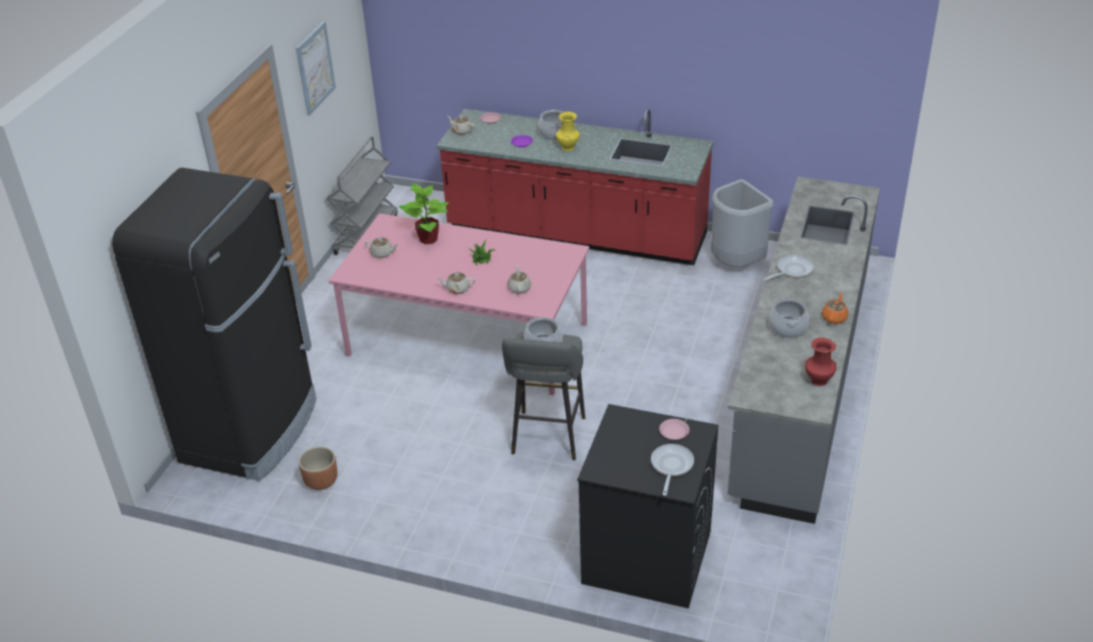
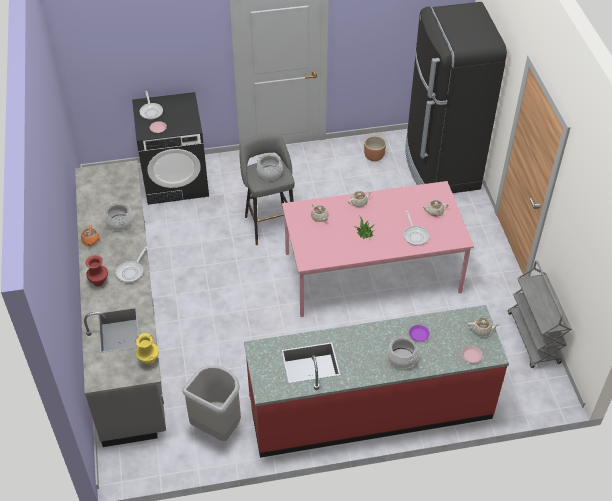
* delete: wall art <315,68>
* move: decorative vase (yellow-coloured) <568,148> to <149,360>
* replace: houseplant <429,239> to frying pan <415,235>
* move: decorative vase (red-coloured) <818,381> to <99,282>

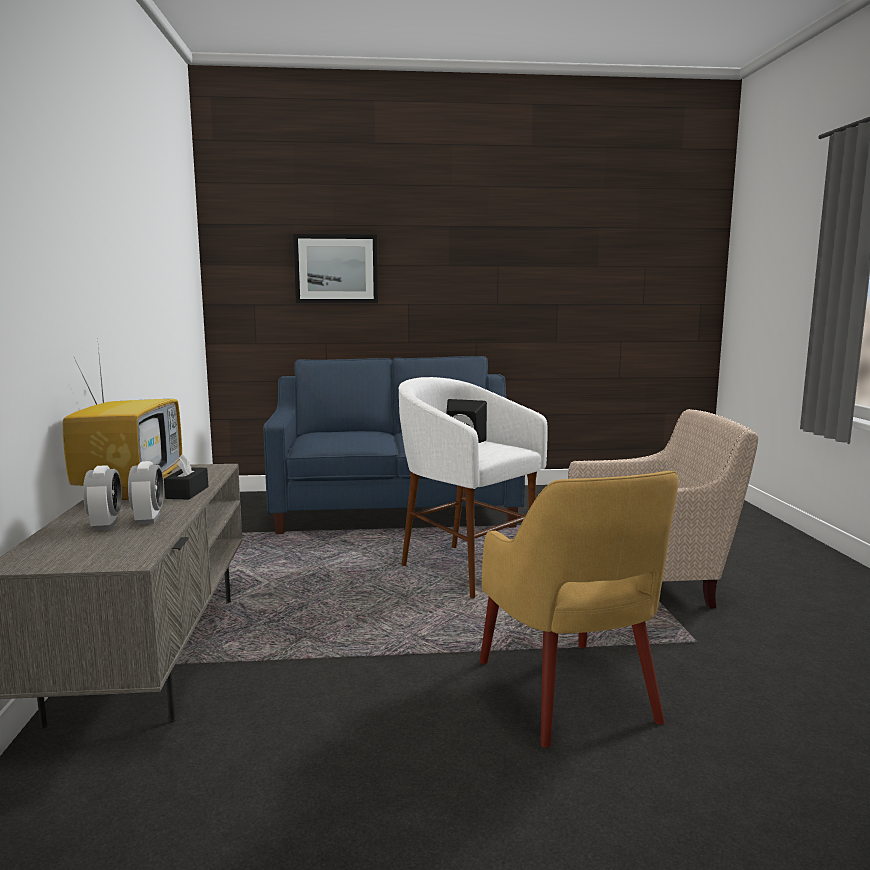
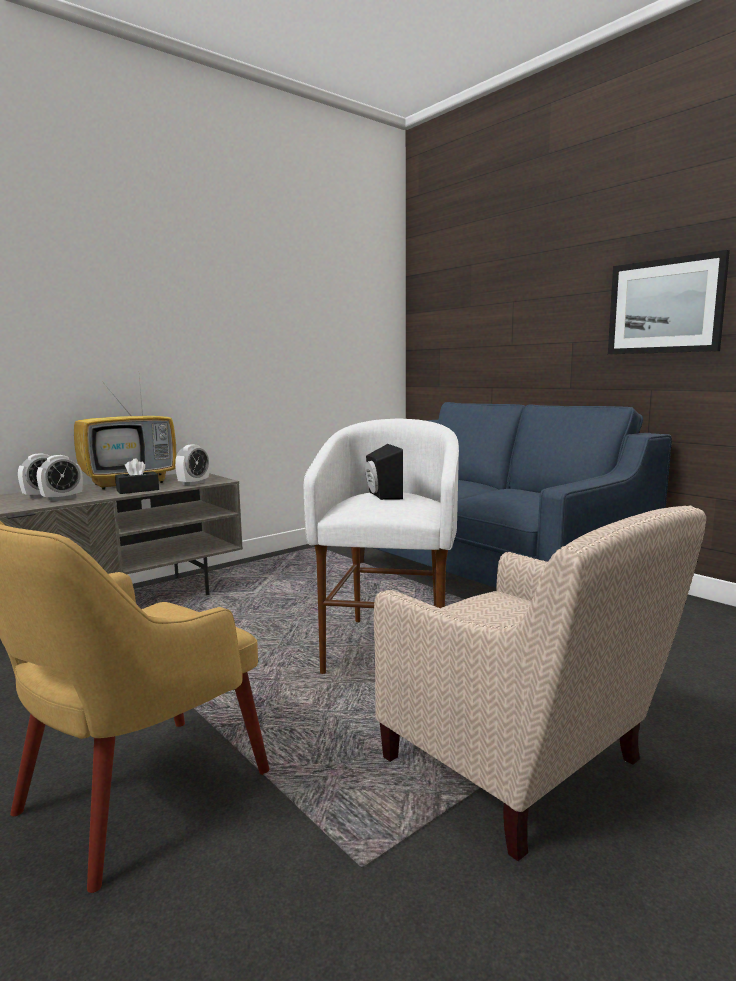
* move: wall art <336,269> to <665,306>
* insert: alarm clock <193,483>

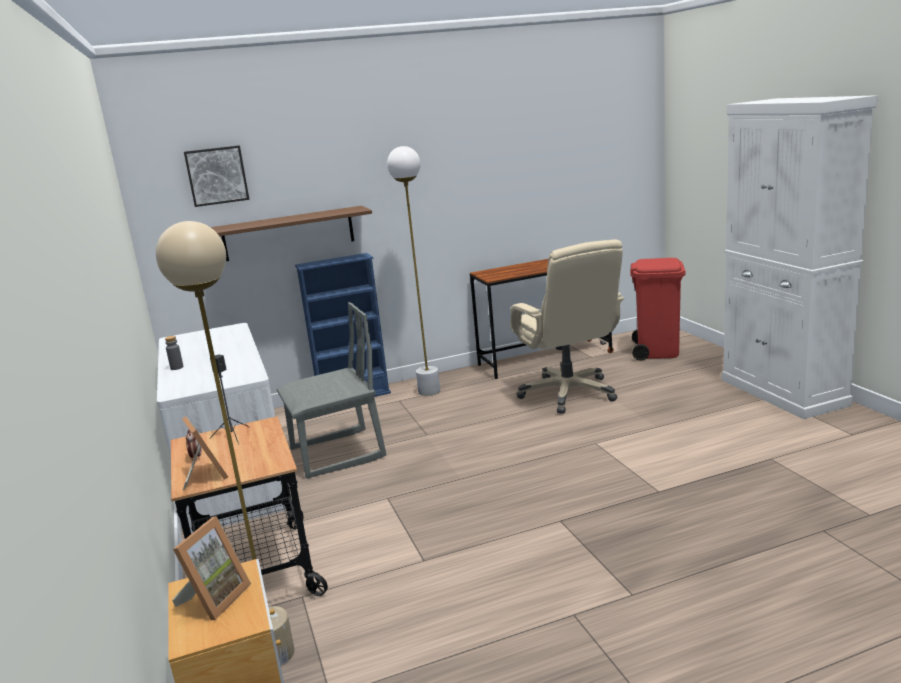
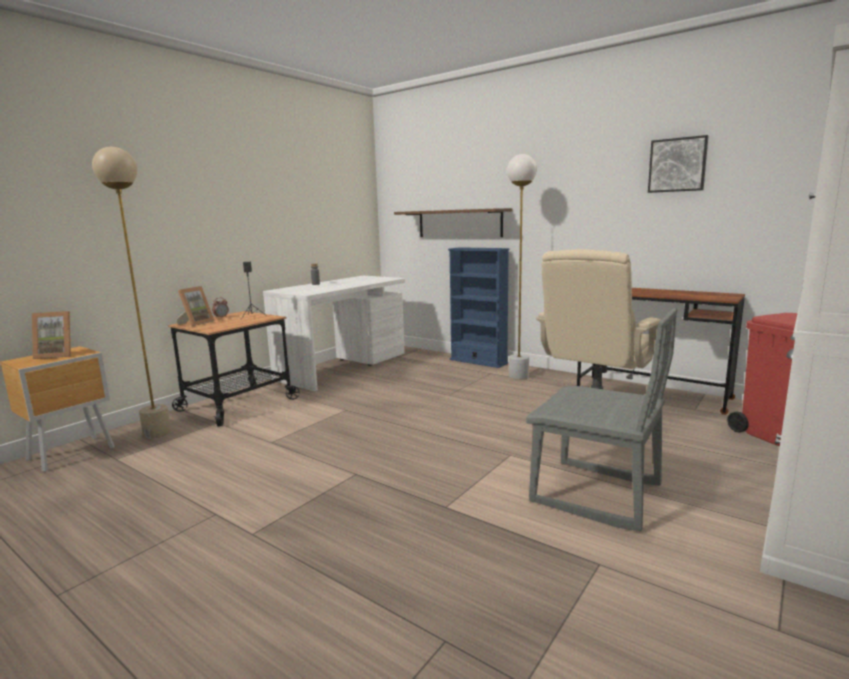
* move: wall art <216,175> to <677,165>
* move: plain chair (grey) <337,454> to <595,495>

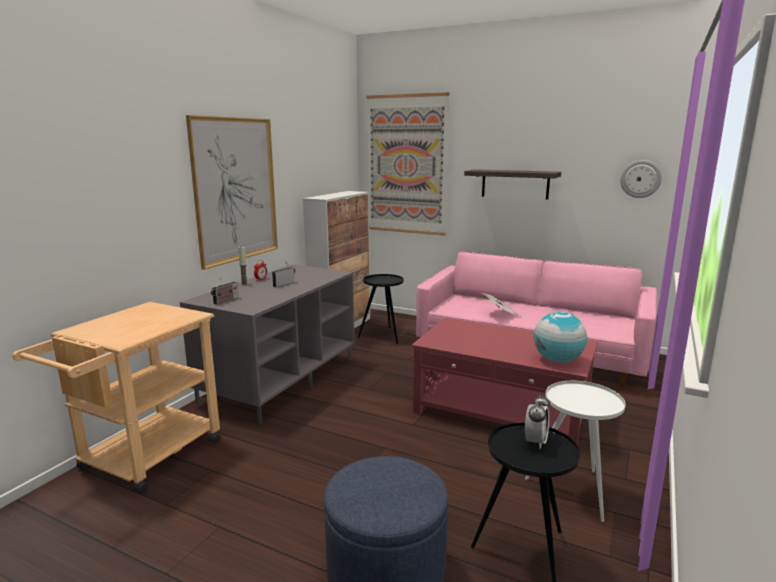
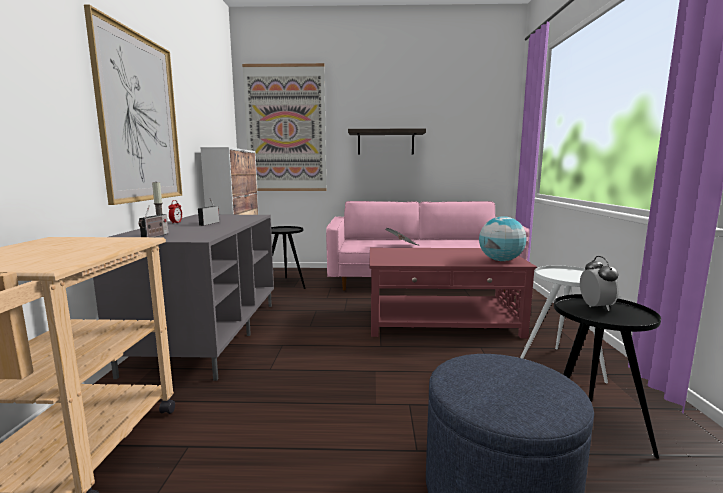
* delete: clock on the wall <640,179>

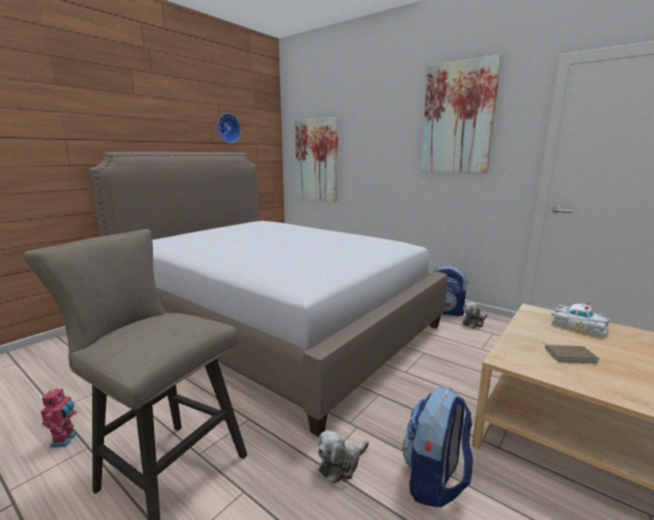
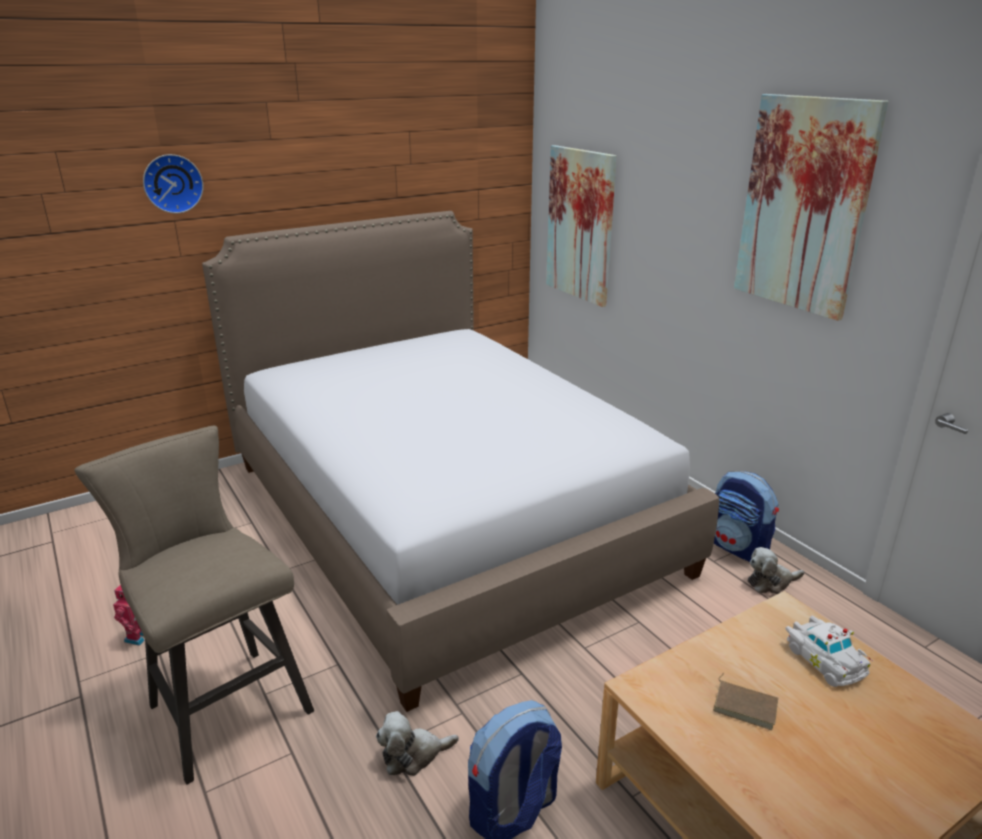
* move: clock on the wall <227,128> to <172,183>

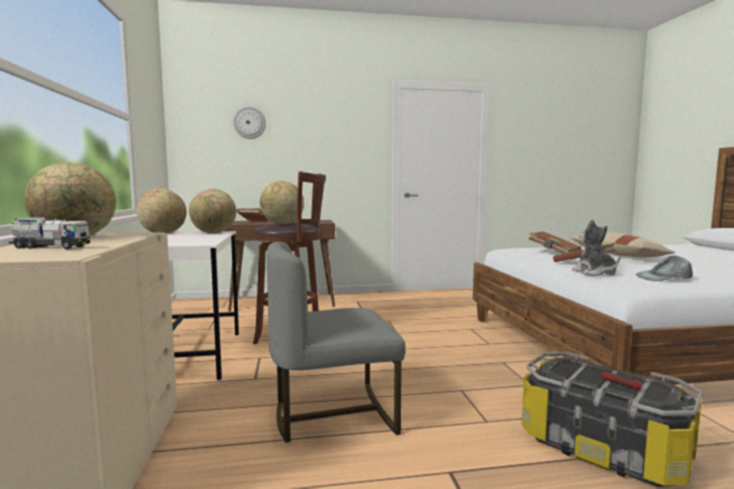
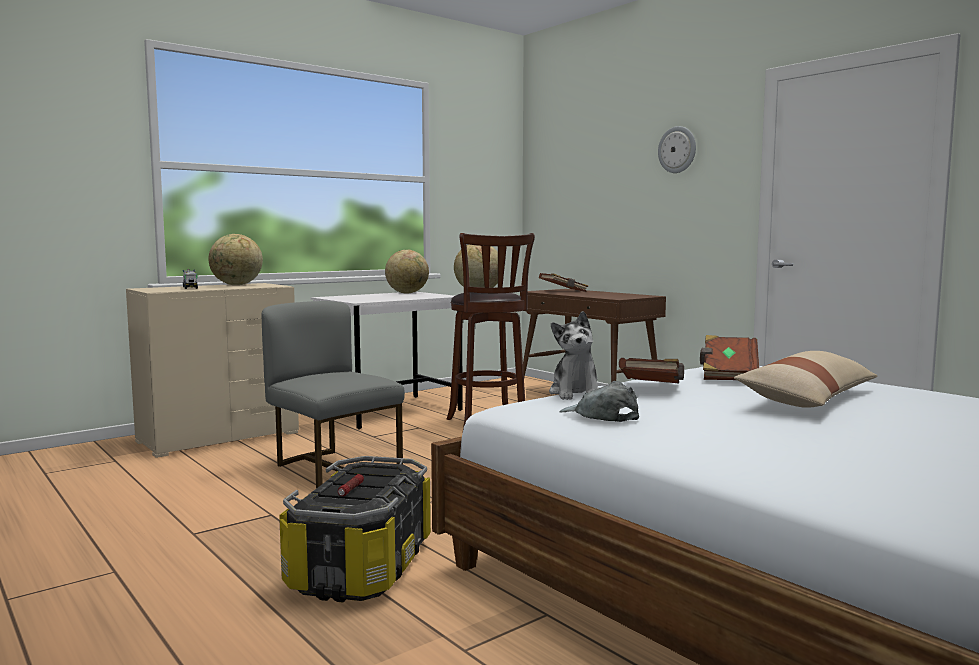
* move: clock on the wall <249,122> to <677,149>
* delete: world globe <214,233>
* rotate: plush toy <594,273> = <575,393> 135 degrees clockwise

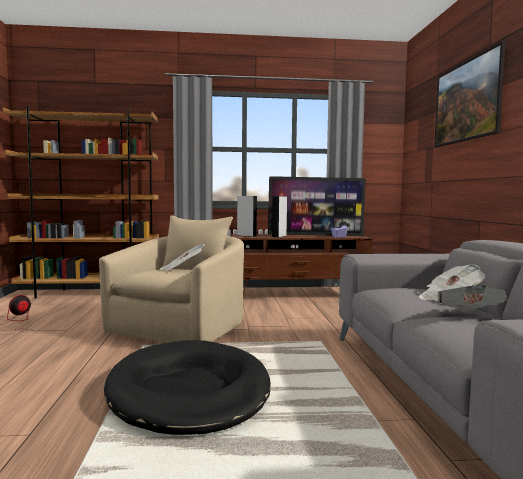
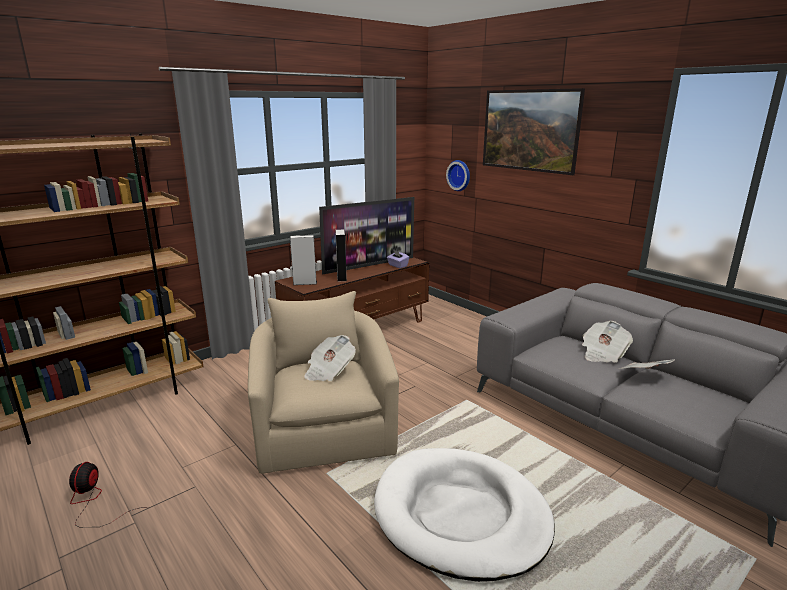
* recolor: dog cushion (black-coloured) <189,392> to dog cushion (whitish) <461,515>
* insert: clock on the wall <460,175>

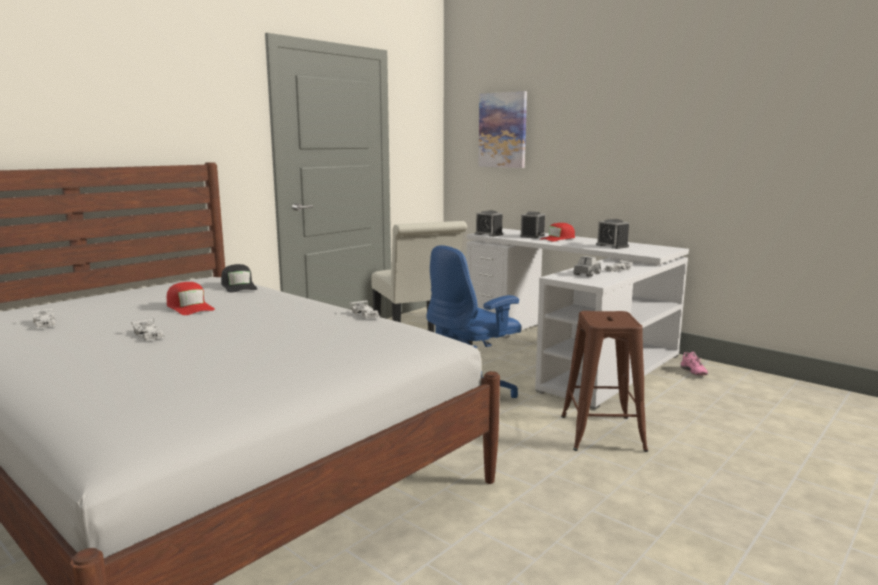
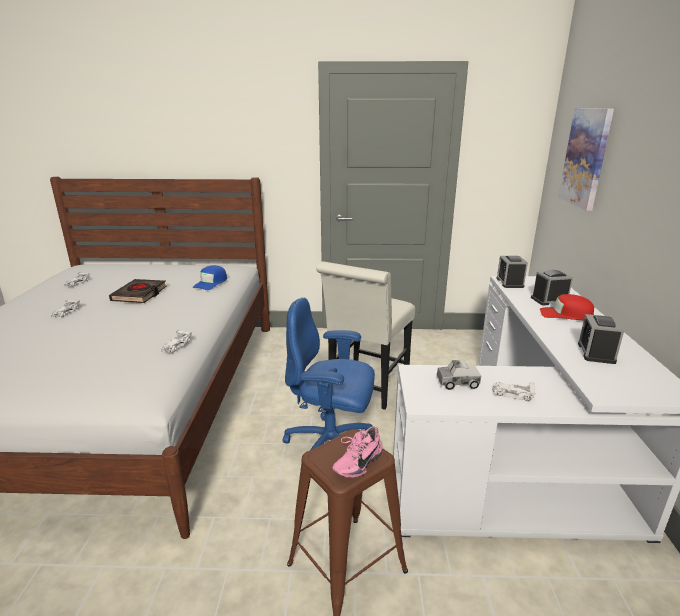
* recolor: baseball cap (black-coloured) <238,286> to baseball cap (bluish) <211,283>
* replace: baseball cap (red-coloured) <189,307> to bound book (black-coloured) <140,294>
* move: shoe (pink-coloured) <692,372> to <356,462>

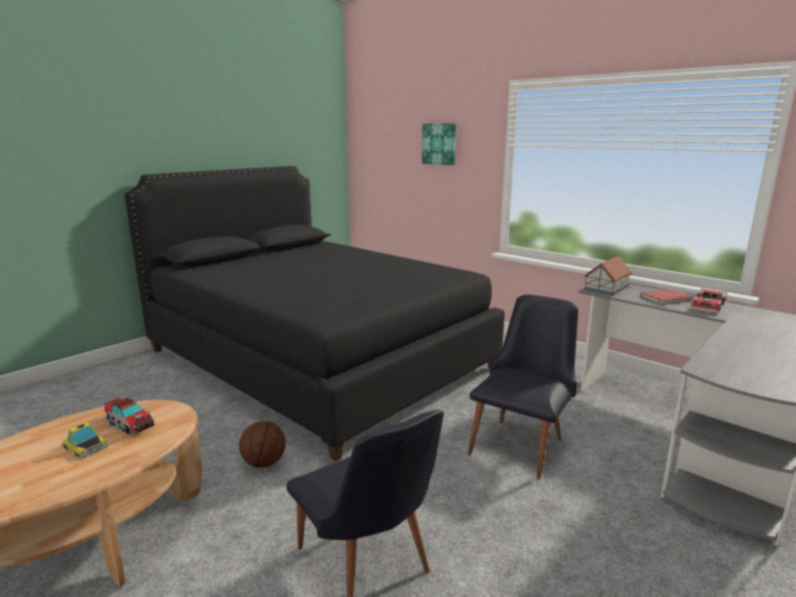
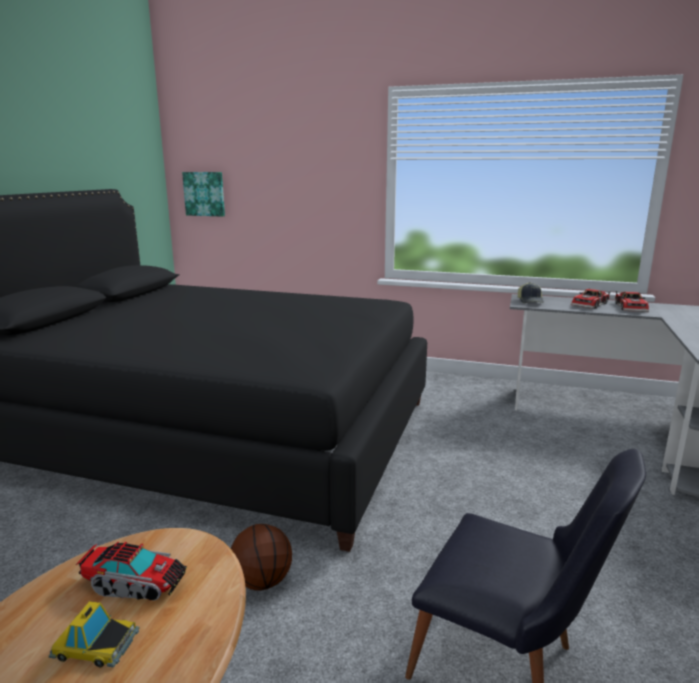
* move: wall art <439,144> to <204,194>
* replace: model house <607,288> to baseball cap <530,301>
* replace: bound book (red-coloured) <667,299> to model car <591,304>
* delete: plain chair (black-coloured) <522,443>

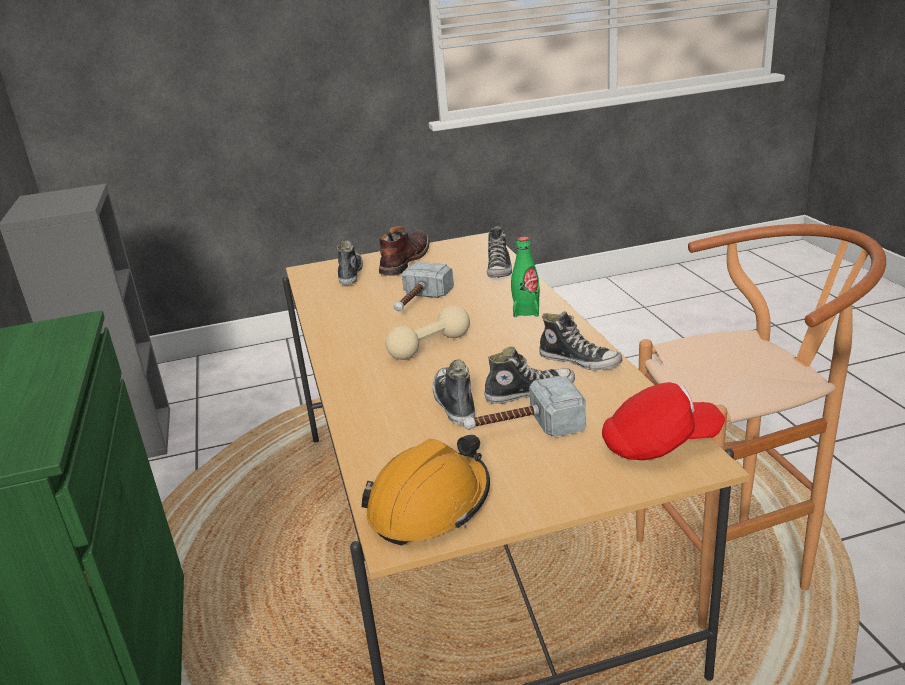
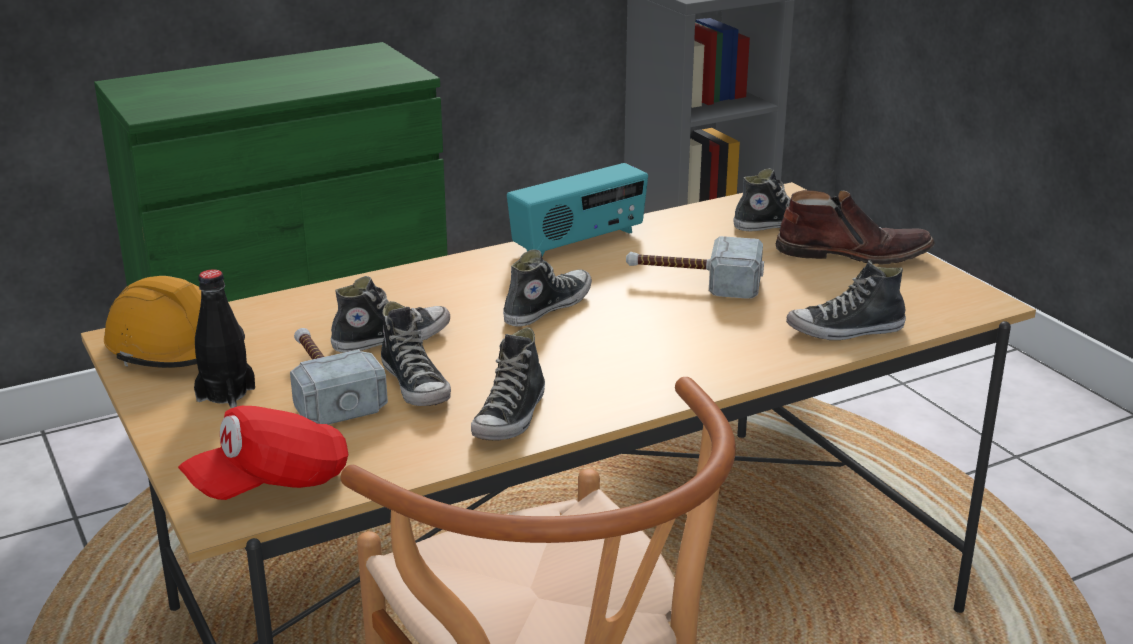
* delete: bottle (greenish) <526,311>
* replace: hand weight (beige-coloured) <430,346> to shoe <547,307>
* rotate: baseball cap (red-coloured) <659,444> = <271,483> 75 degrees clockwise
* insert: radio <579,242>
* insert: bottle (black-coloured) <226,394>

